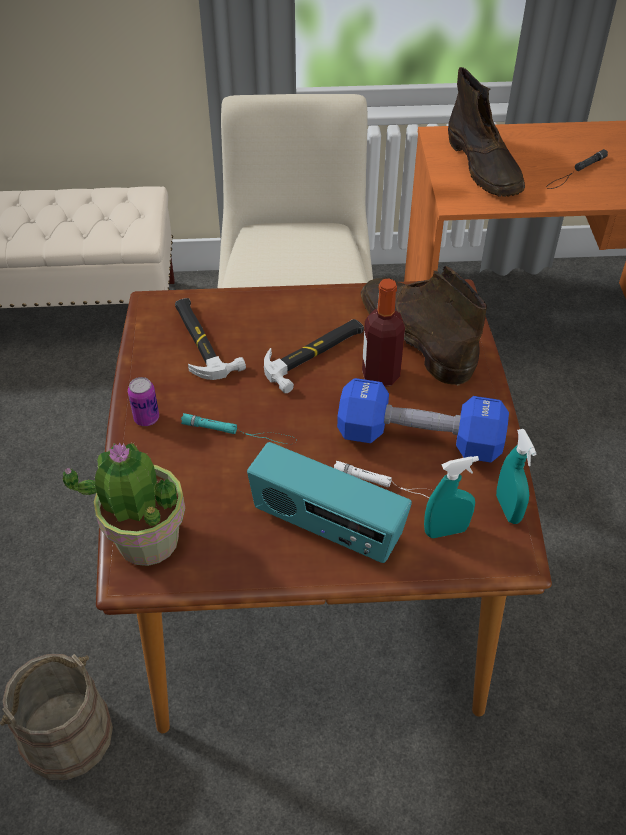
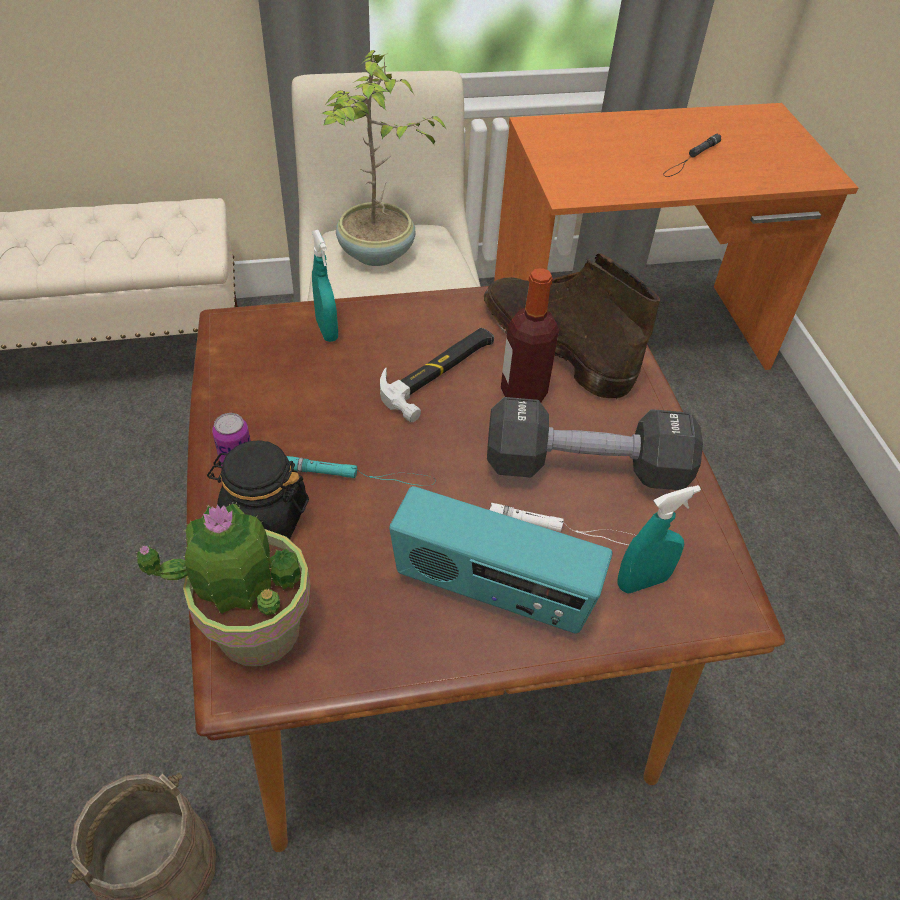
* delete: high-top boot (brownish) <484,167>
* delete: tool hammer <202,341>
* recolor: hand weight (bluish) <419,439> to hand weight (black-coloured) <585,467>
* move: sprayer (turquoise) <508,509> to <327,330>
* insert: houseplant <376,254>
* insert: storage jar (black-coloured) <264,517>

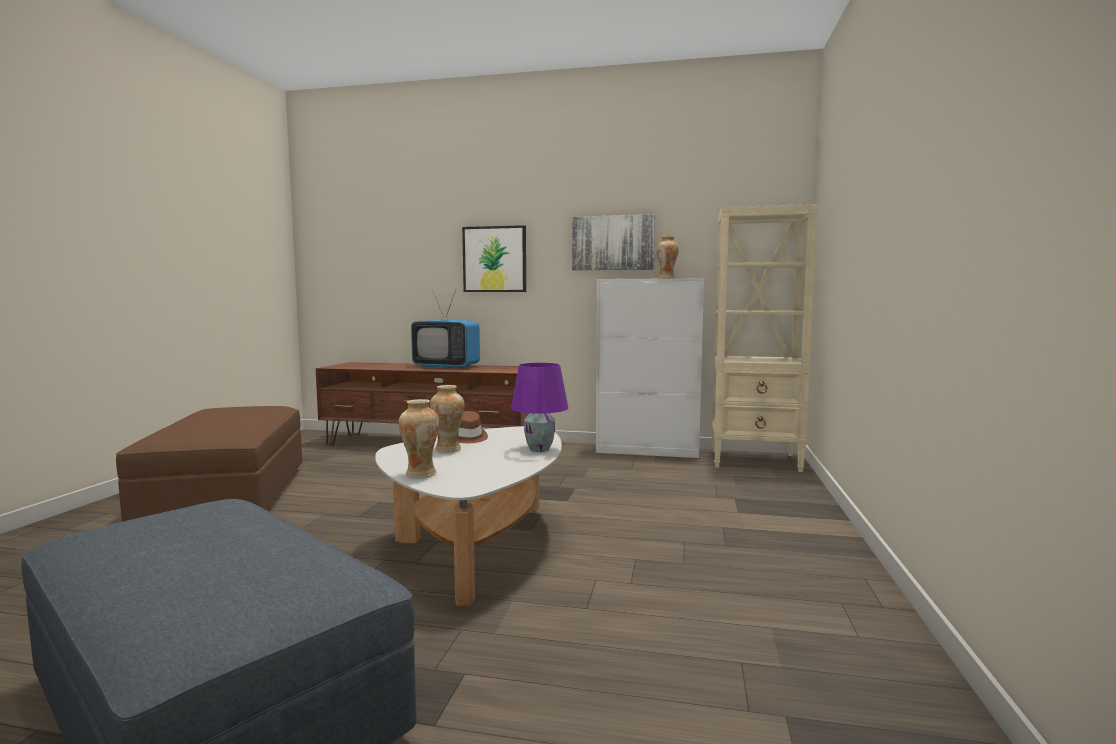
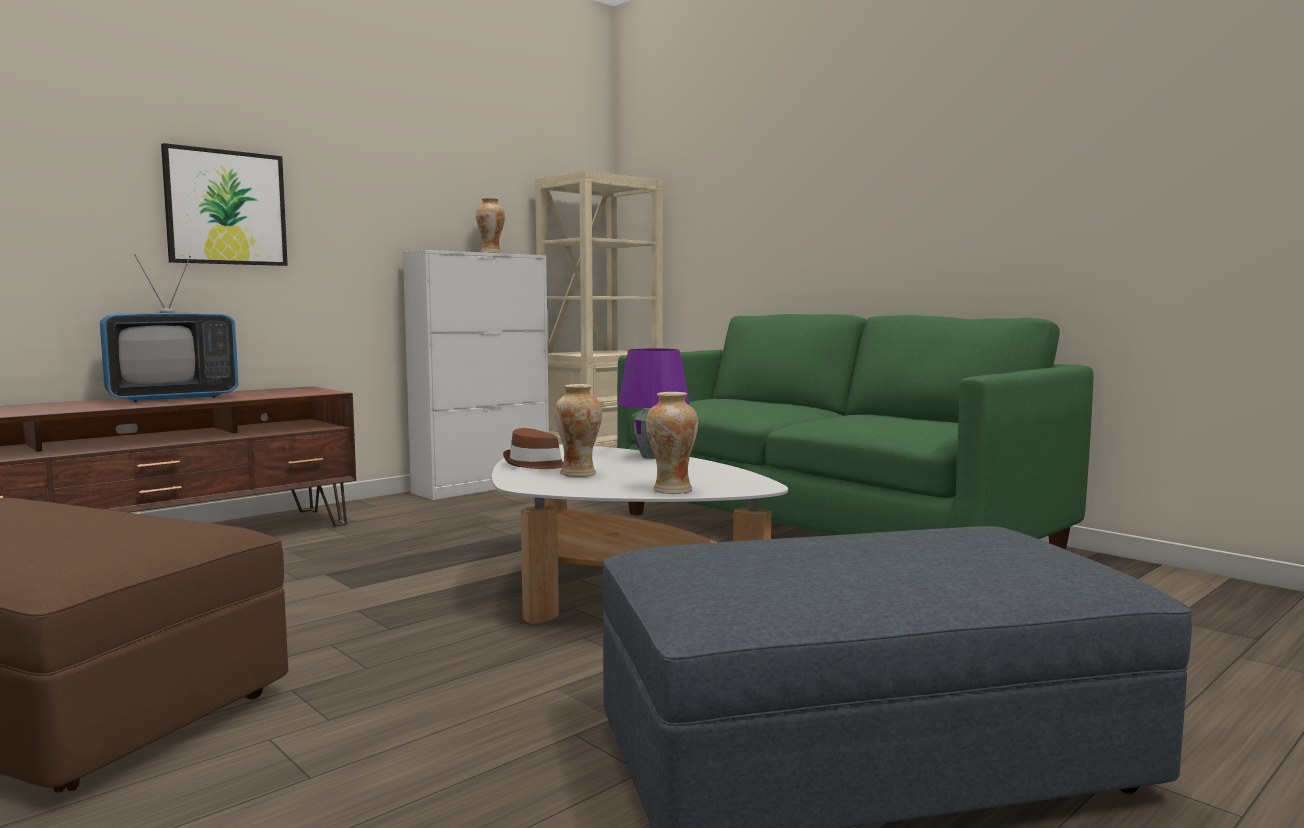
* delete: wall art <613,243>
* insert: sofa (greenish) <829,531>

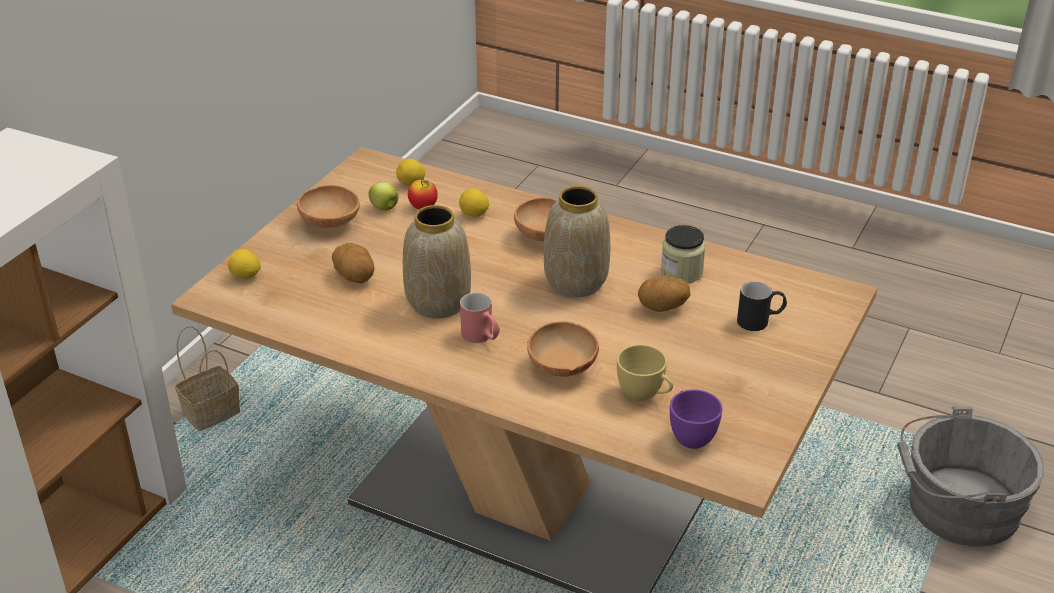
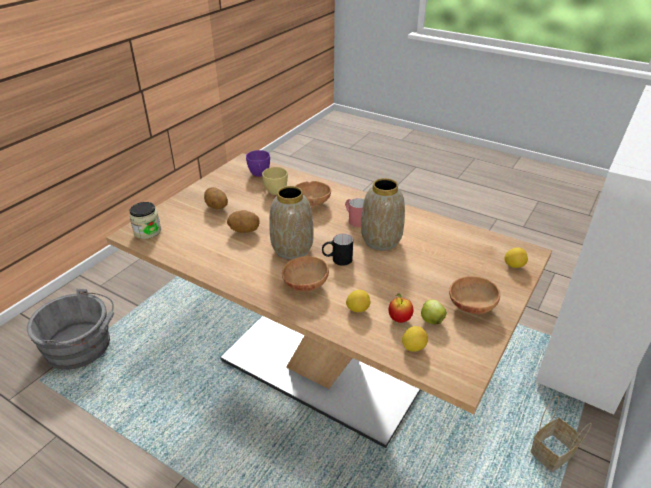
* move: storage jar <681,272> to <147,231>
* move: potato <355,277> to <216,207>
* move: mug (black-coloured) <760,321> to <337,259>

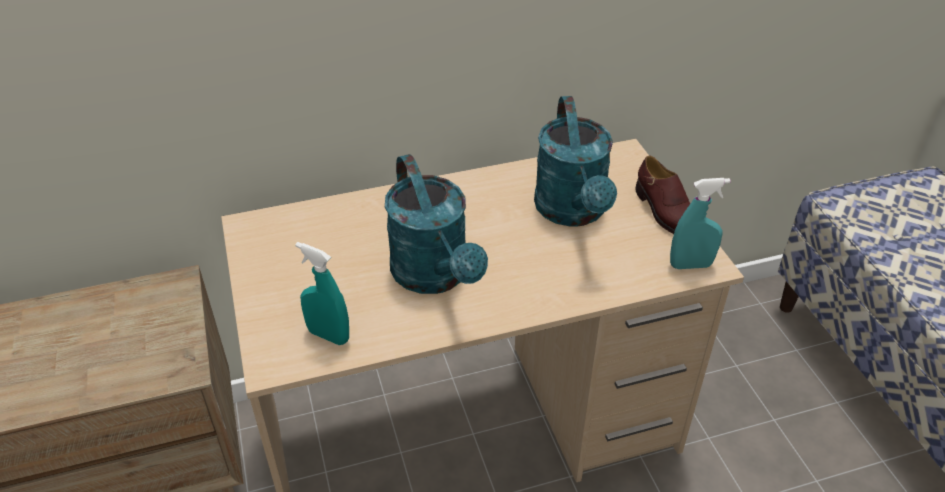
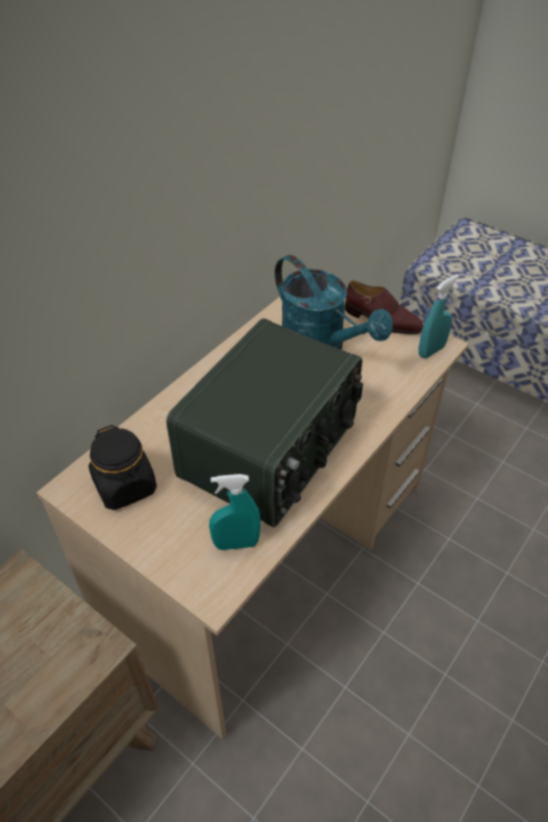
* replace: watering pot (turquoise) <436,276> to radio <271,449>
* insert: storage jar (black-coloured) <125,486>

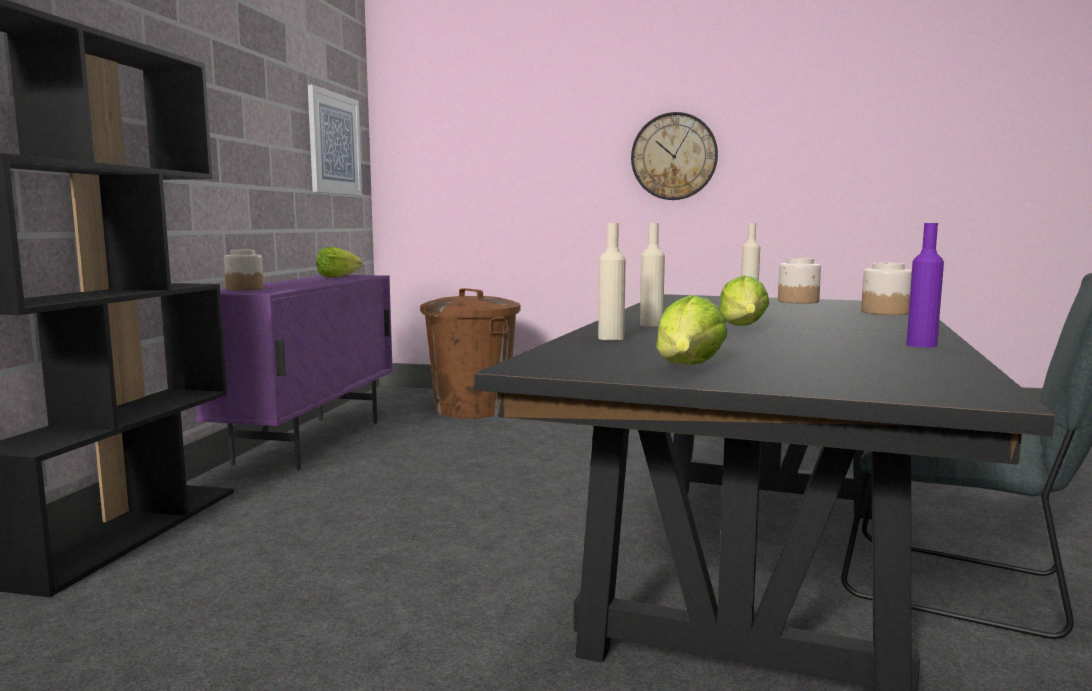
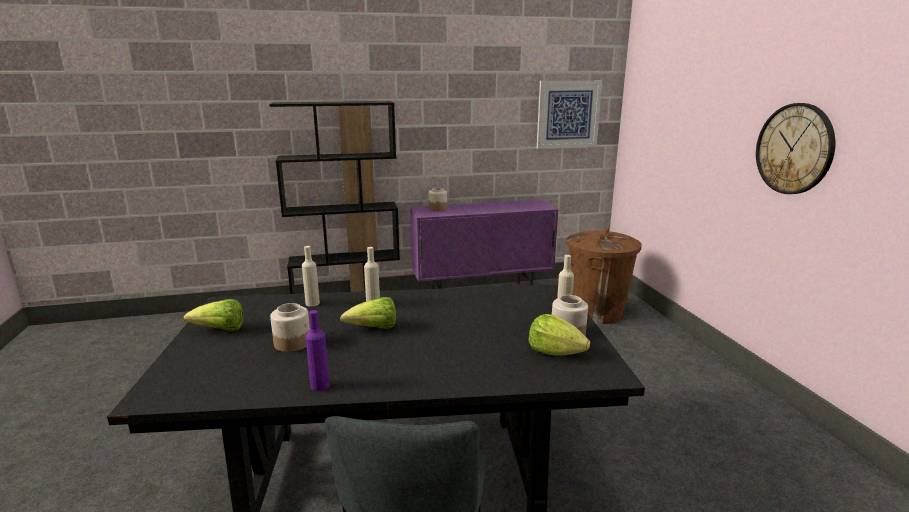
* move: lettuce <337,276> to <554,352>
* move: storage jar <885,312> to <293,343>

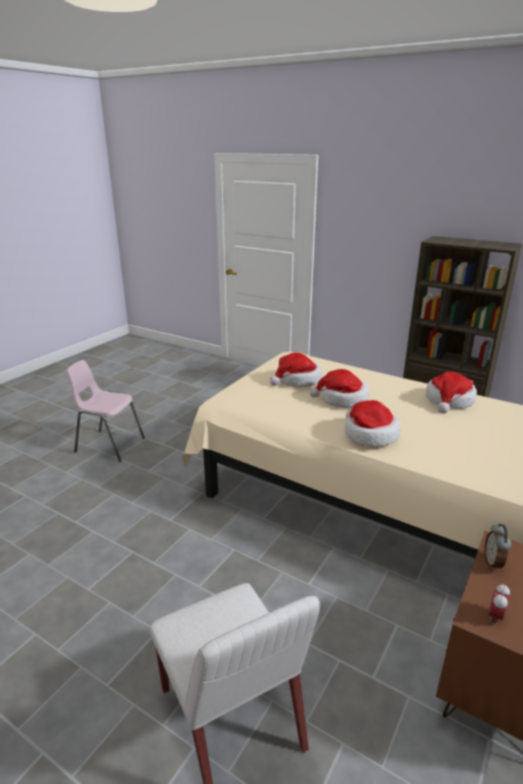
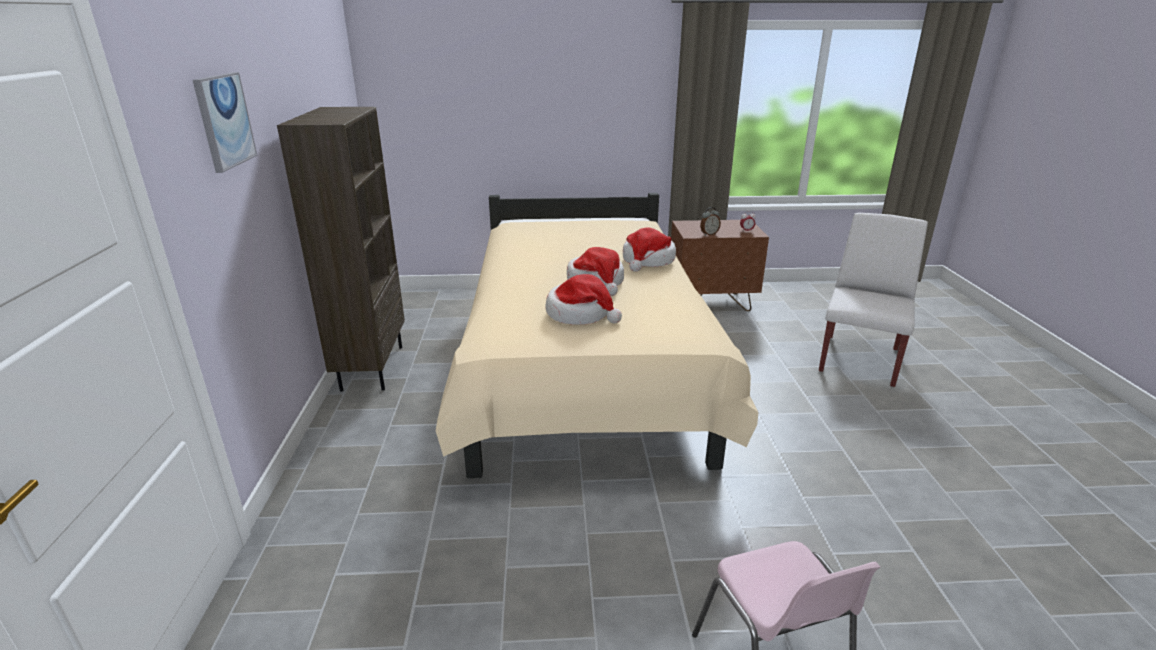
* delete: wearable hat <449,400>
* insert: wall art <224,121>

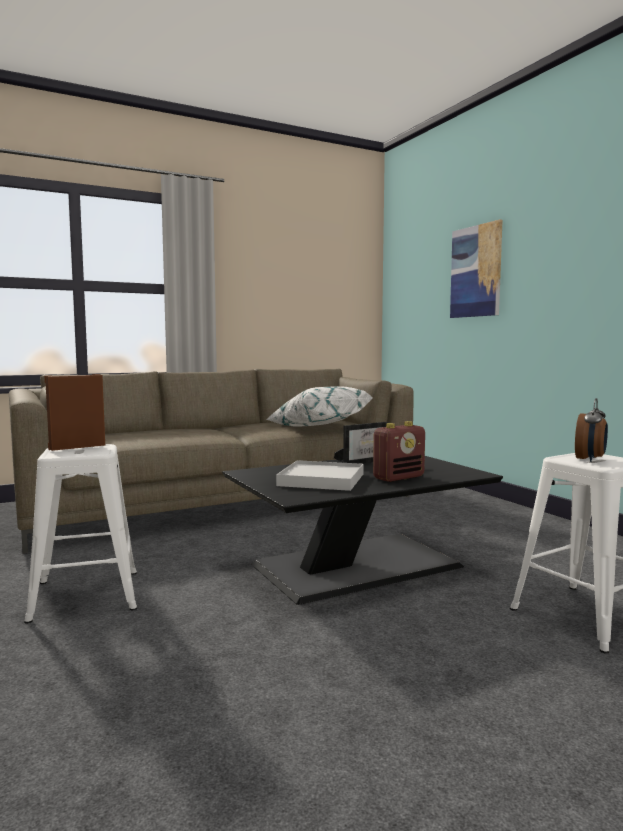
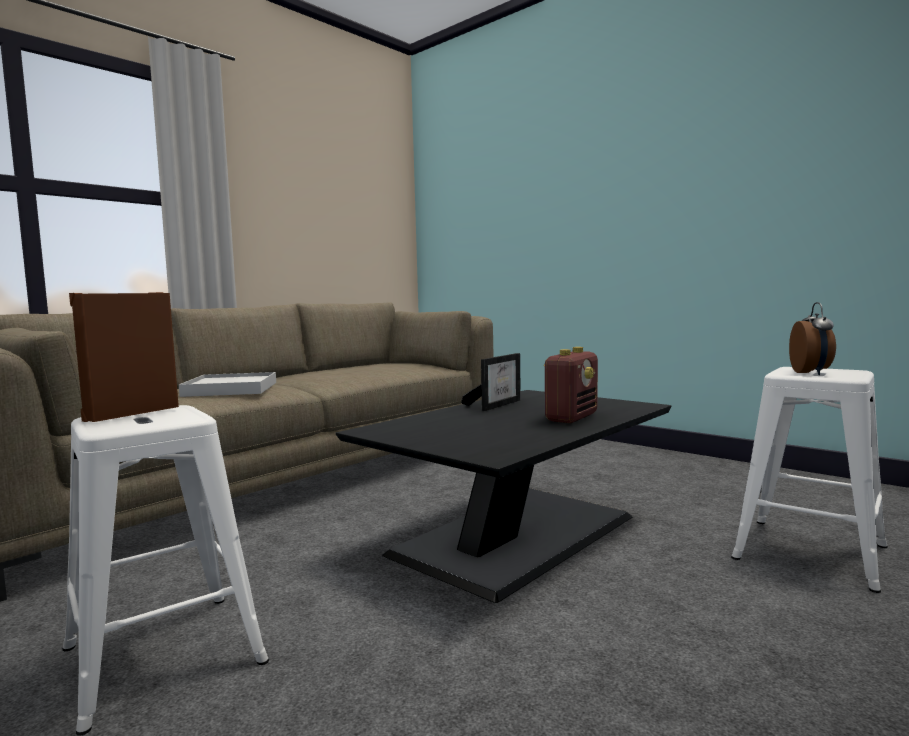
* delete: wall art <476,271>
* delete: throw pillow (whitish) <318,426>
* move: serving tray (whitish) <322,480> to <231,389>

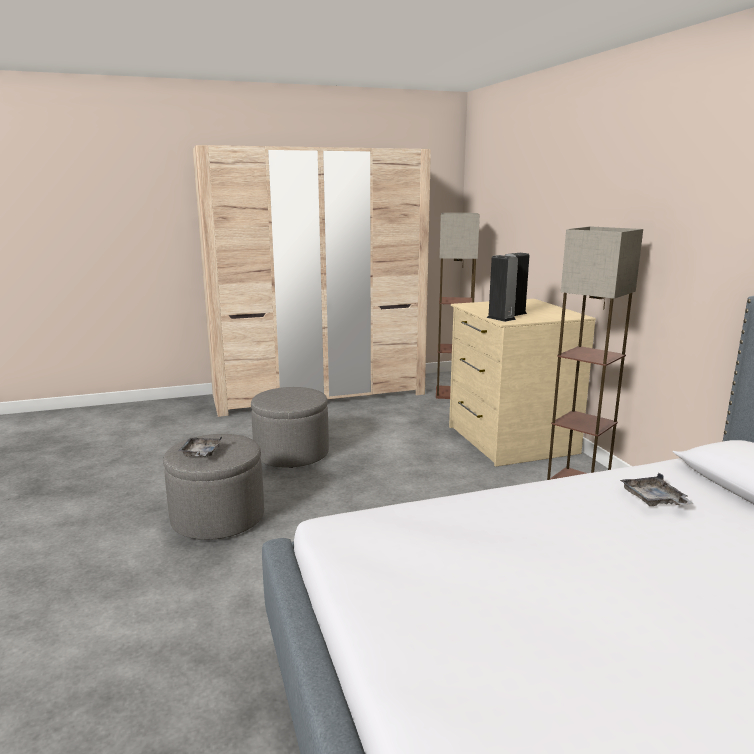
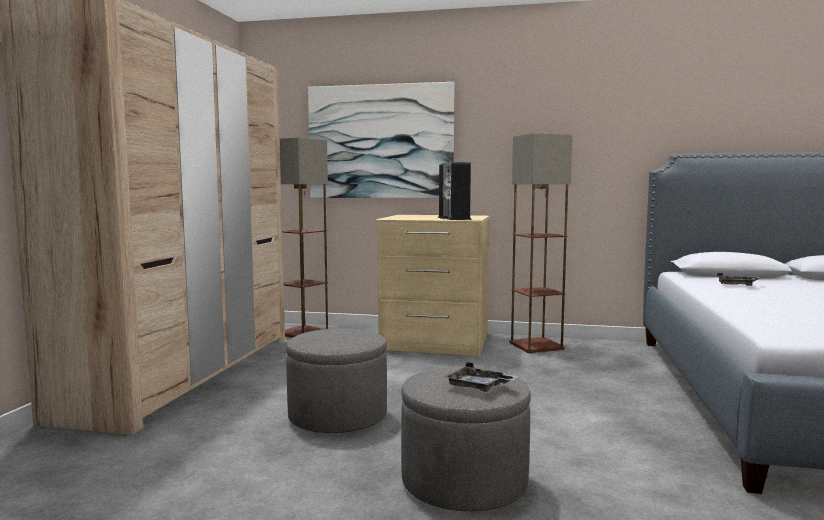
* insert: wall art <380,142>

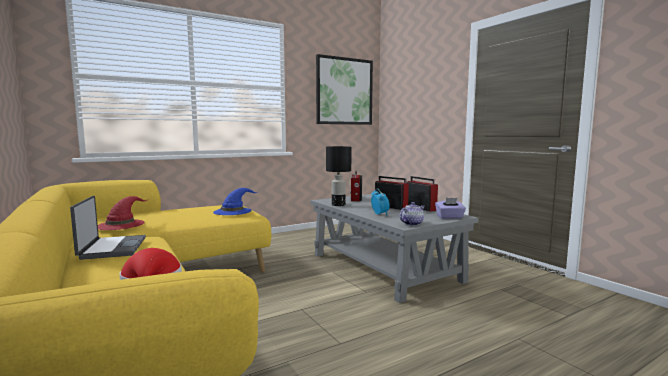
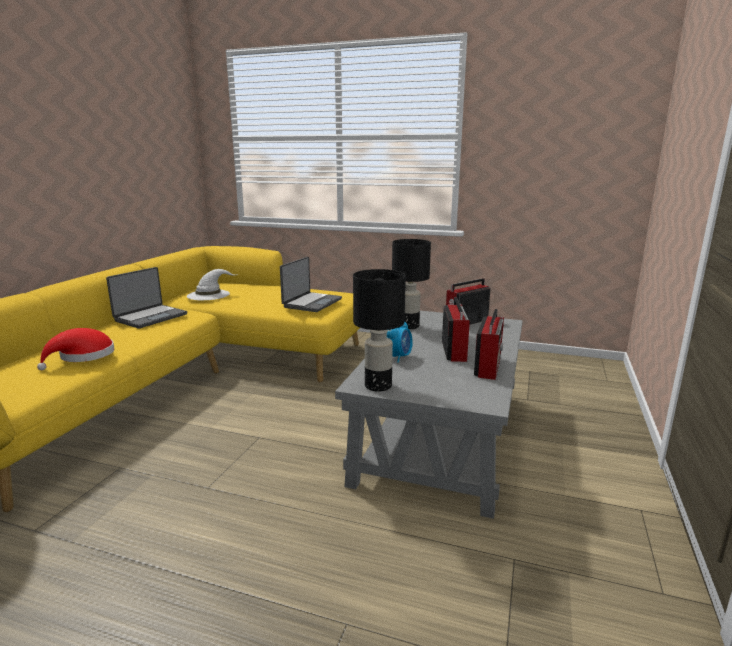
* delete: wall art <344,91>
* replace: wearable hat (bluish) <233,211> to laptop <311,303>
* recolor: wearable hat (red-coloured) <121,224> to wearable hat (whitish) <209,294>
* delete: tissue holder (purple) <450,217>
* replace: teapot <411,223> to table lamp (black-coloured) <377,386>

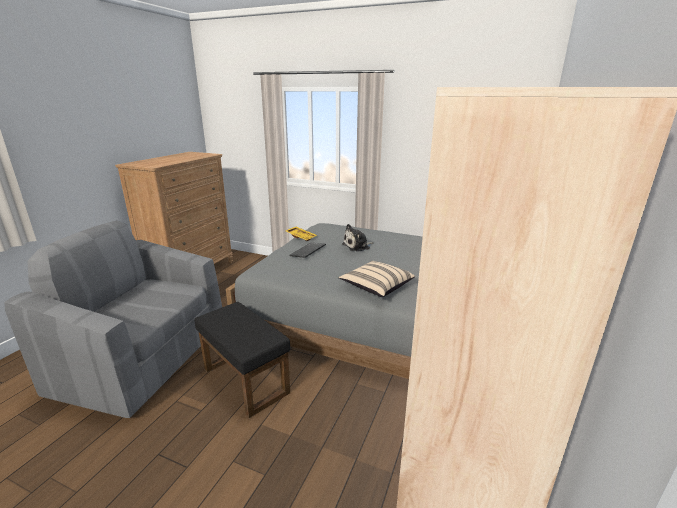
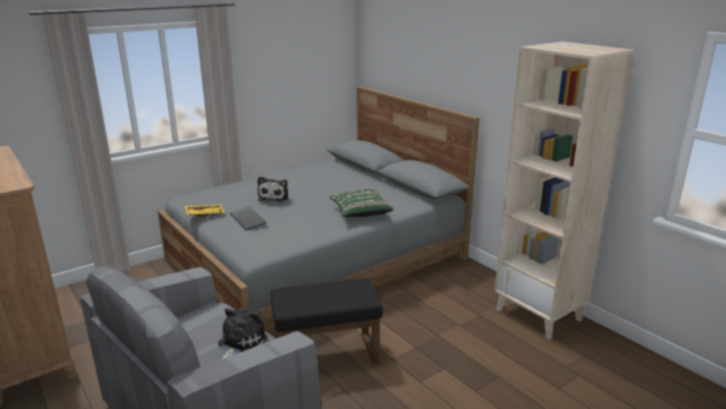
* recolor: throw pillow (beige-coloured) <376,287> to throw pillow (greenish) <360,213>
* insert: plush toy <240,343>

